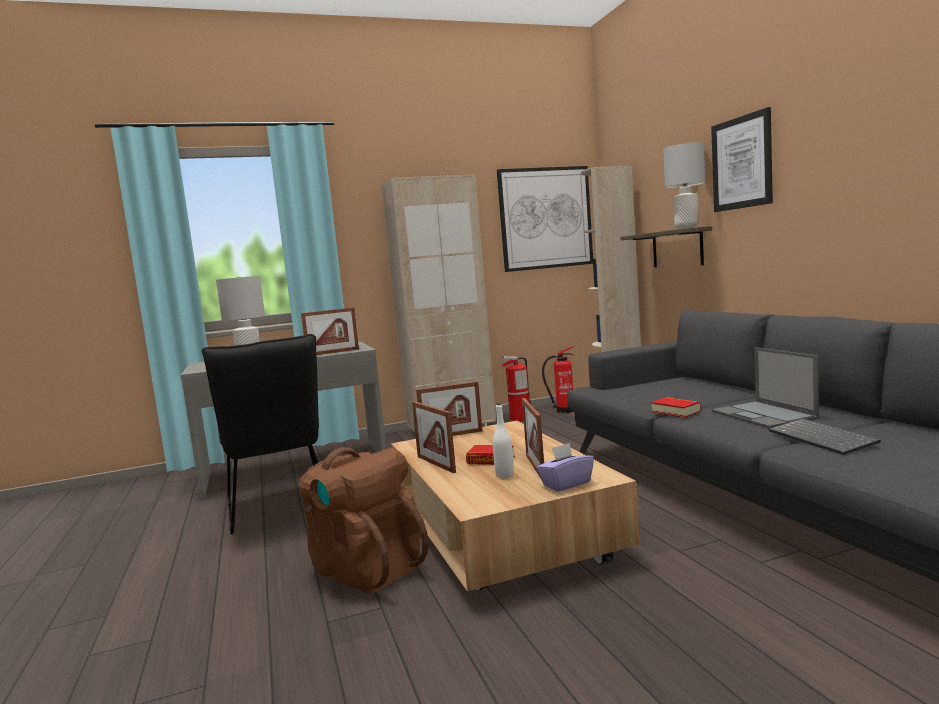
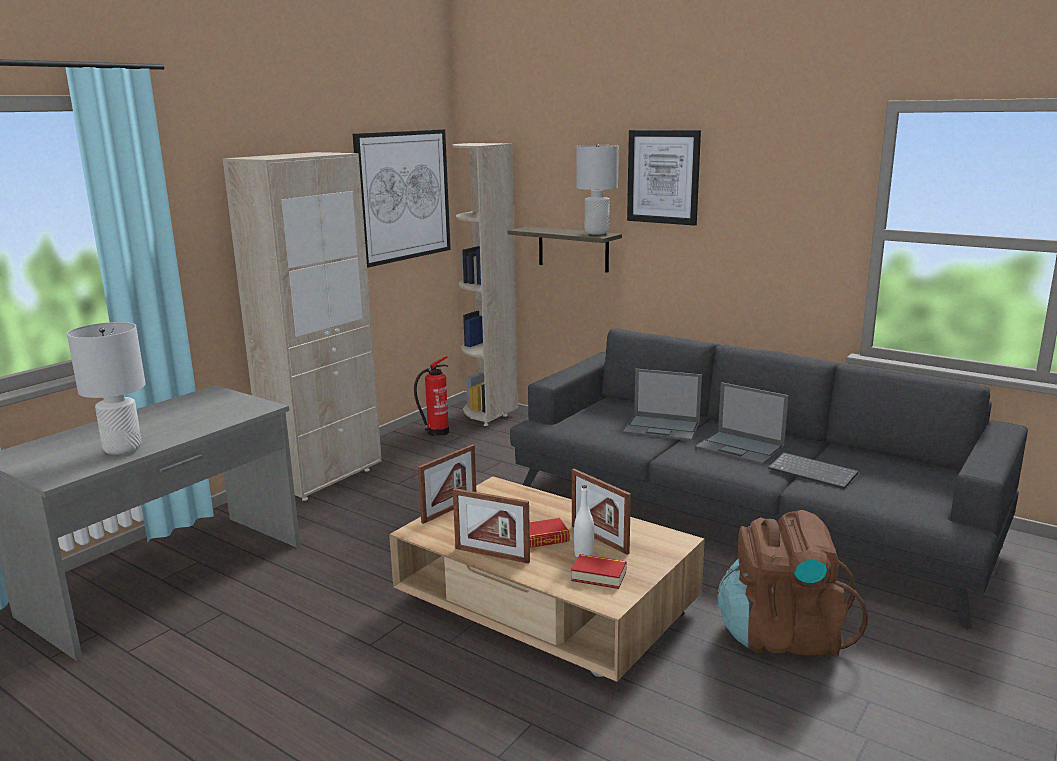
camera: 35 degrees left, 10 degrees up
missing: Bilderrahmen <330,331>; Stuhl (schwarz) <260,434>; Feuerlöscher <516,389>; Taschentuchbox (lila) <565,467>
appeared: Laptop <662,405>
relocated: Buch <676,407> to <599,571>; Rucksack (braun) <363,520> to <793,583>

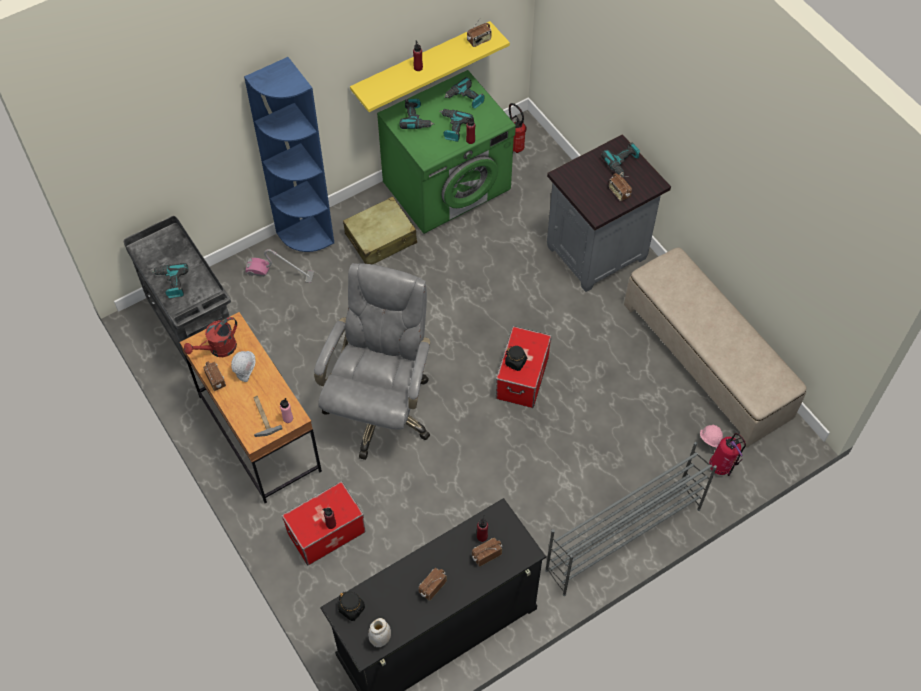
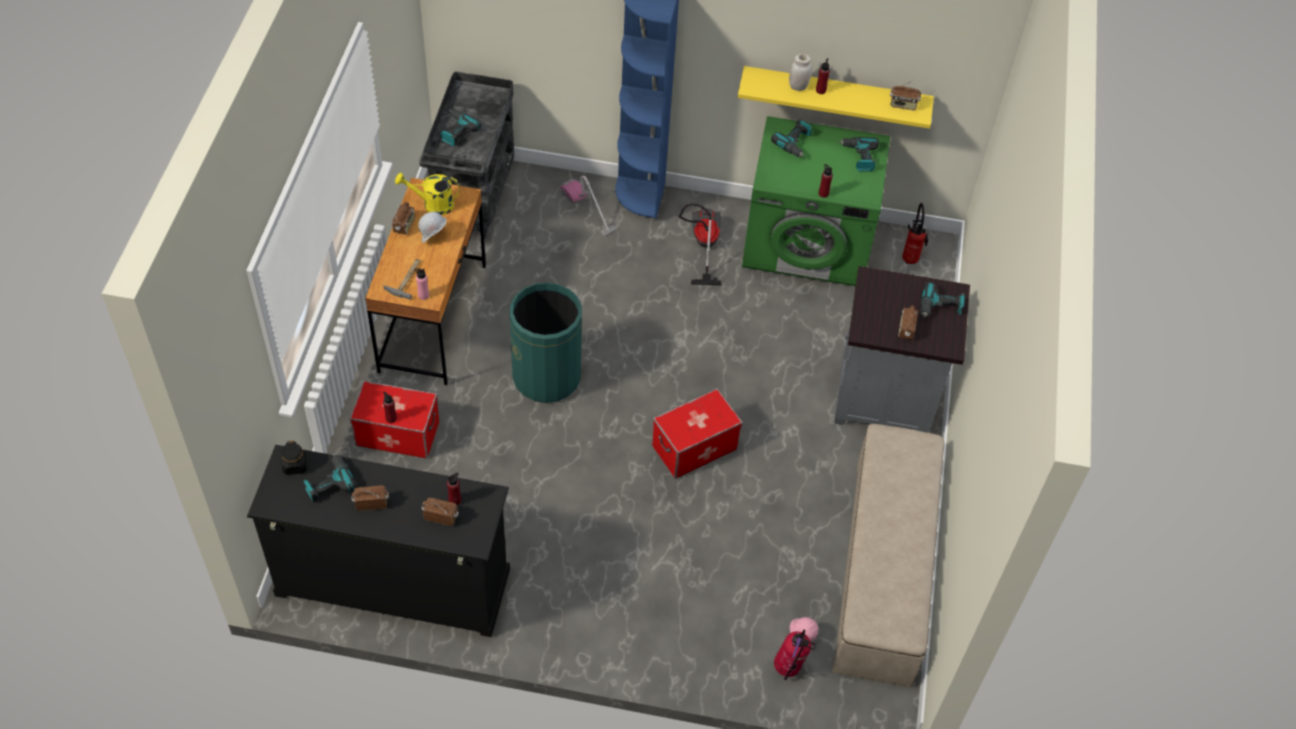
camera: 40 degrees right, 5 degrees down
missing: Vorratsglas (schwarz) <516,358>; Schuhregal (grau) <631,519>
relocated: Bohrmaschine <456,125> to <330,477>; Vorratsglas (weiß) <379,632> to <800,72>
exchanged: Koffer (beige) <380,230> to Staubsauger <700,244>; Bürostuhl (grau) <372,361> to Mülleimer (grün) <546,343>
colour: Gießkanne (rot) <210,337> to Gießkanne (gelb) <427,194>

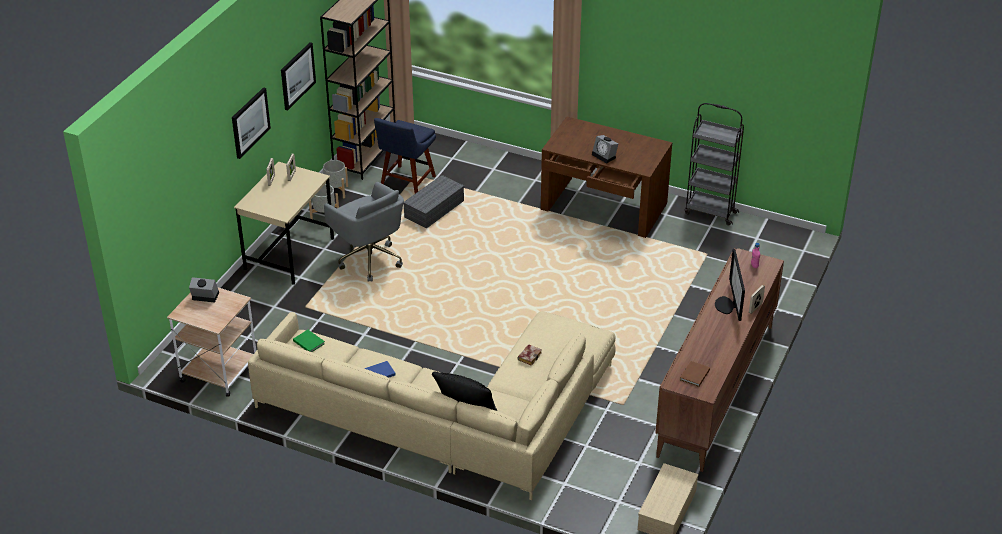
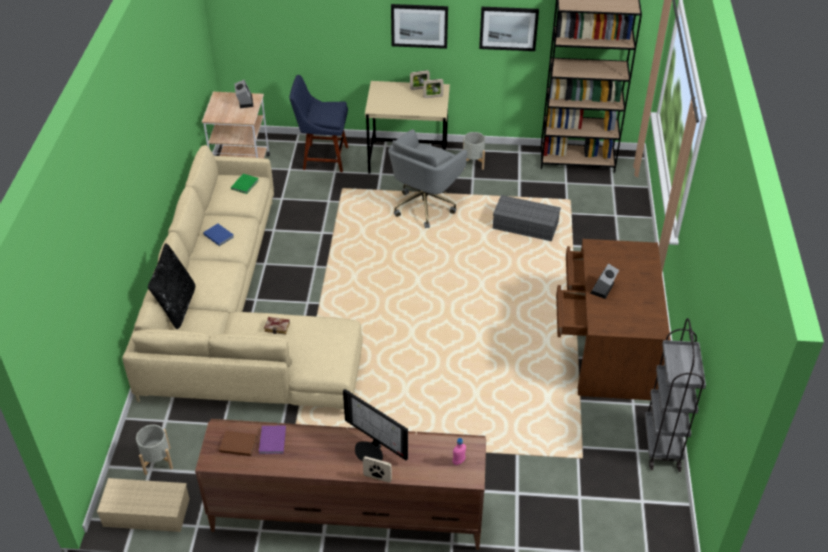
camera: 70 degrees right, 5 degrees up
appeared: Buch (lila) <272,440>
relocated: Stuhl (blau) <405,156> to <318,123>; Pflanzkübel (grau) <335,179> to <154,450>
spun: Monitor <730,285> = <375,425> 120 degrees counterclockwise

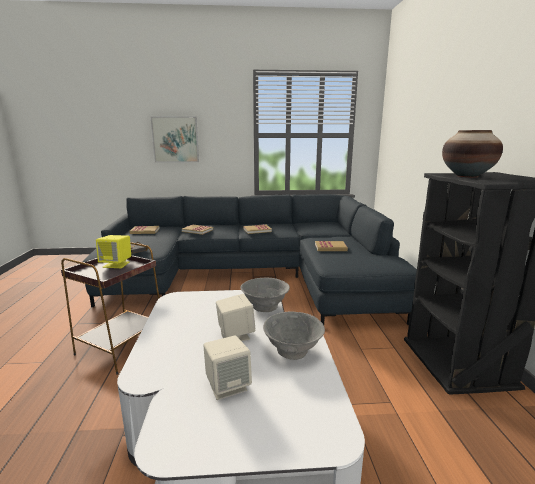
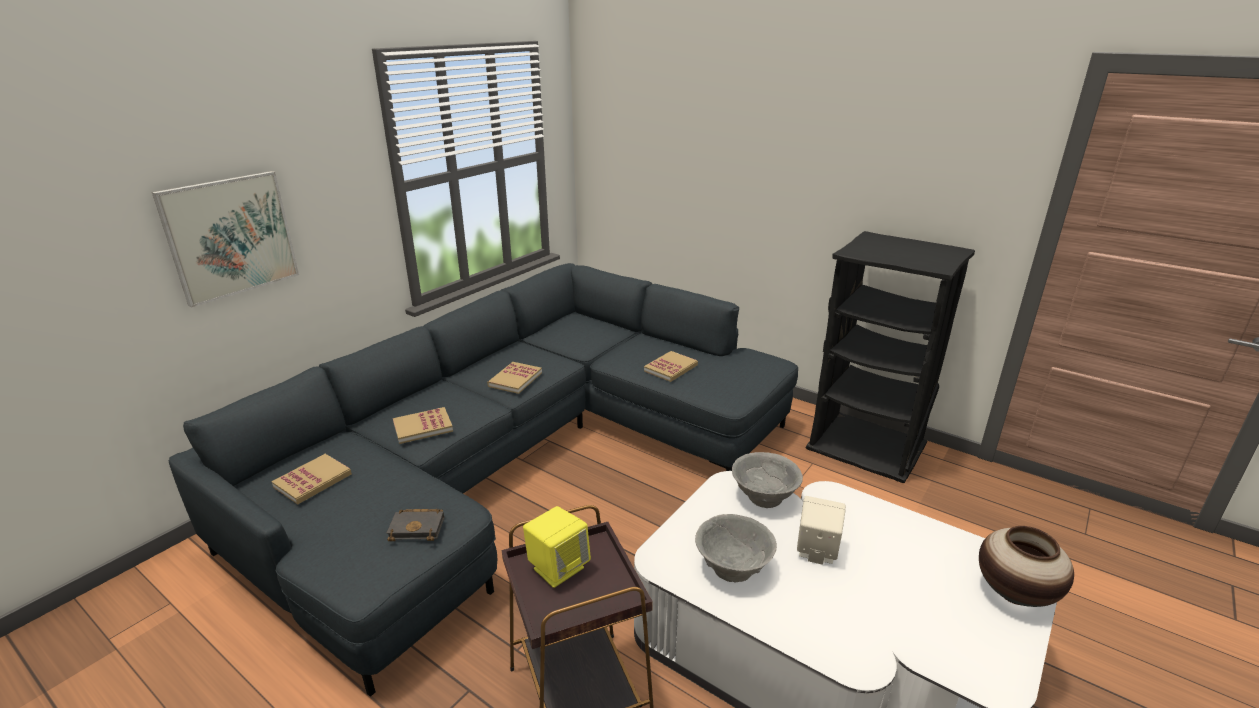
camera: 50 degrees left, 10 degrees up
missing: Lautsprecher (beige) <227,367>
relocated: Vase <472,153> to <1026,566>; Schüssel (grau) <294,335> to <736,548>

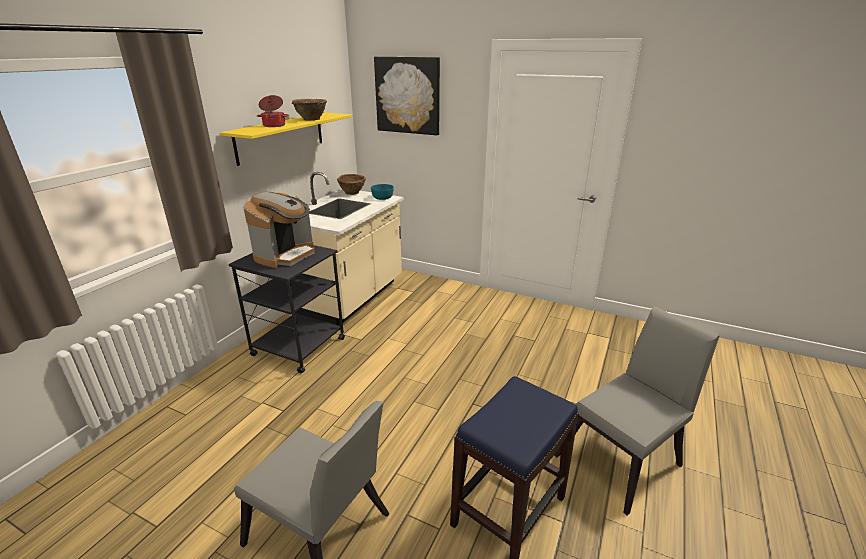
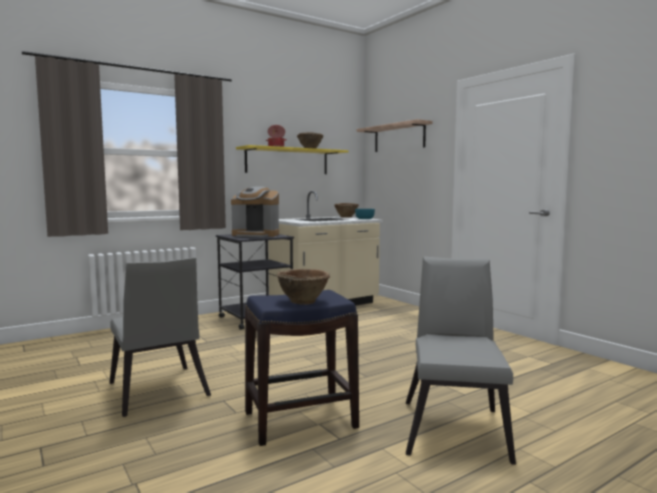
camera: 30 degrees right, 20 degrees down
appeared: Schüssel (braun) <303,287>
exchanged: Bild <407,96> to Wandregal <394,135>
spun: Kaffeemaschine <279,230> = <255,211> 45 degrees clockwise; Stuhl (grau) <637,411> = <461,360> 75 degrees counterclockwise

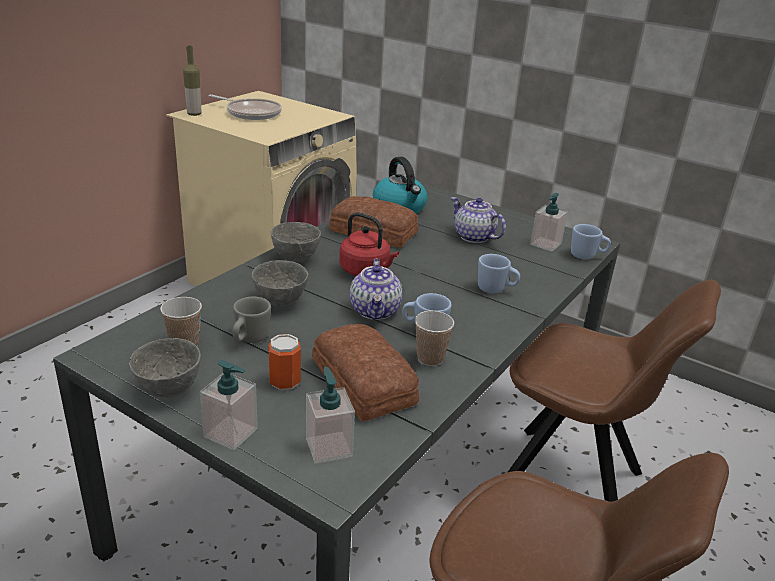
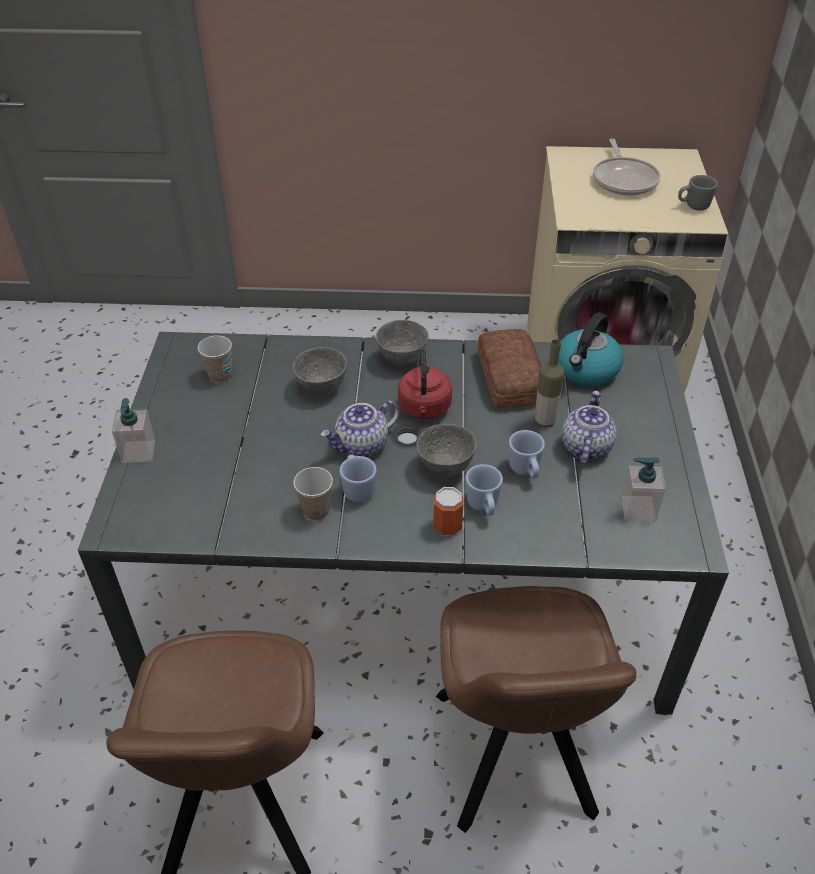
camera: 60 degrees right, 15 degrees up
missing: Brot <365,373>; Seifenspender <330,415>
relocated: Flasche <192,80> to <549,383>; Henkelbecher (blau) <591,242> to <527,454>; Henkelbecher (grau) <252,320> to <698,192>; Dose <284,362> to <448,511>; Schüssel (grau) <165,368> to <446,450>

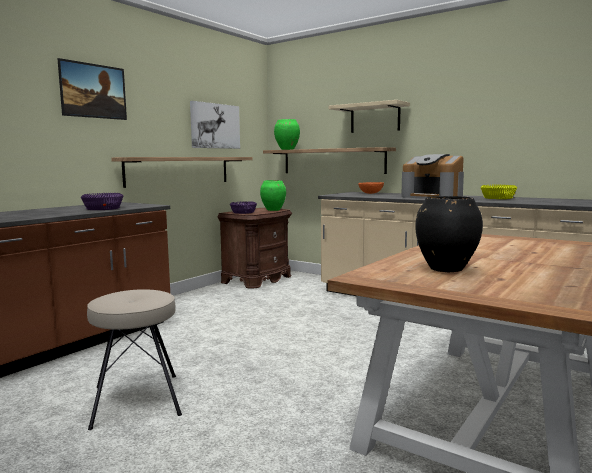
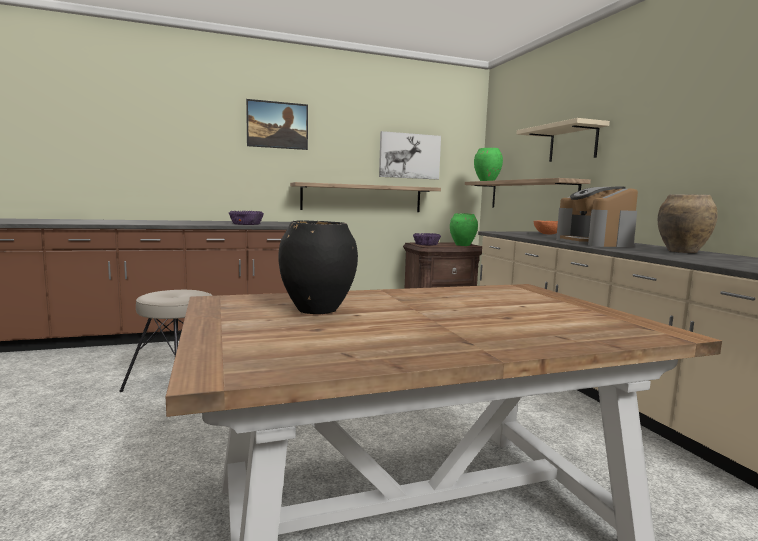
camera: 35 degrees right, 0 degrees up
exchanged: Schüssel (gelb) <499,192> to Vase (braun) <688,223>

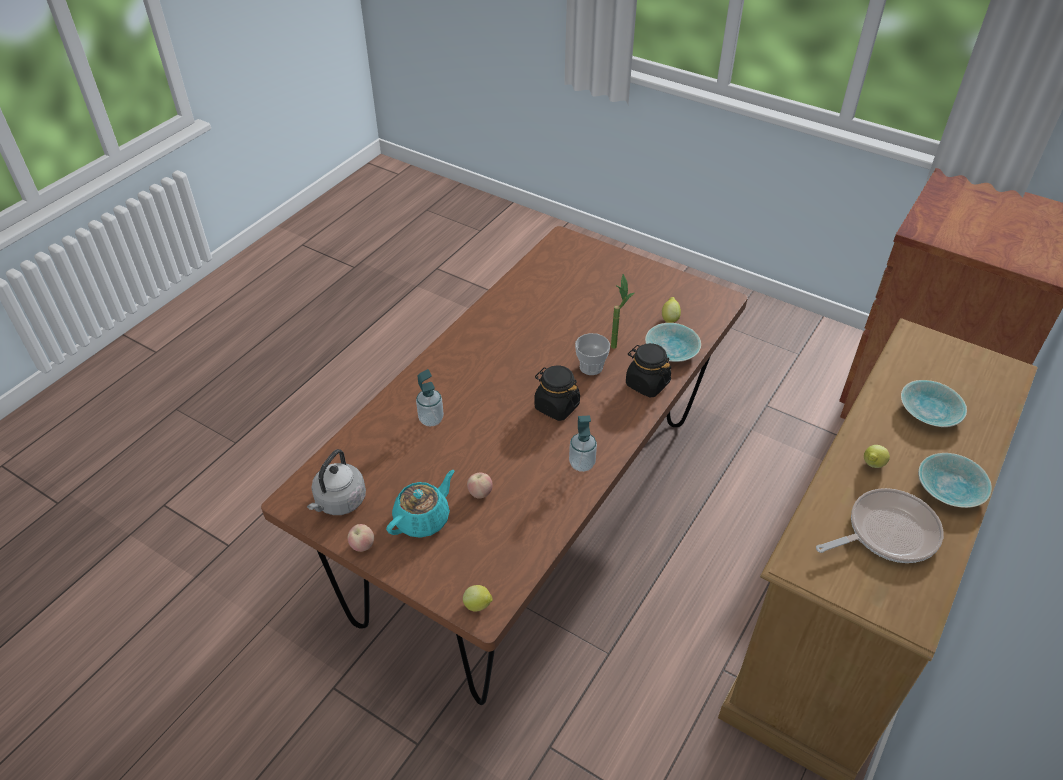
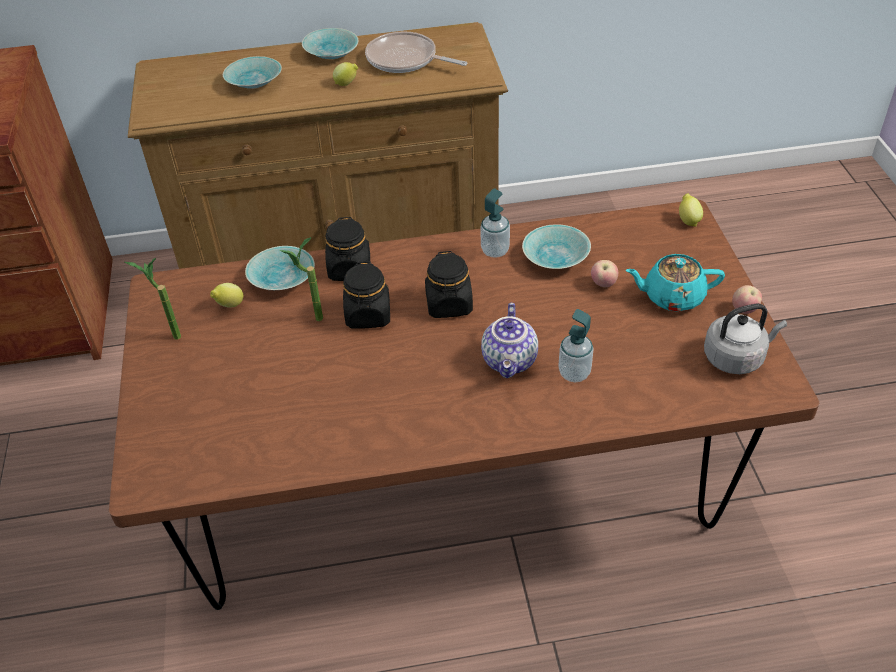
camera: 130 degrees left, 0 degrees up
appeared: Schüssel (türkis) <556,246>; Topfpflanze <153,299>; Teekanne <509,340>
exchanged: Tasse <592,354> to Vorratsglas (schwarz) <366,295>

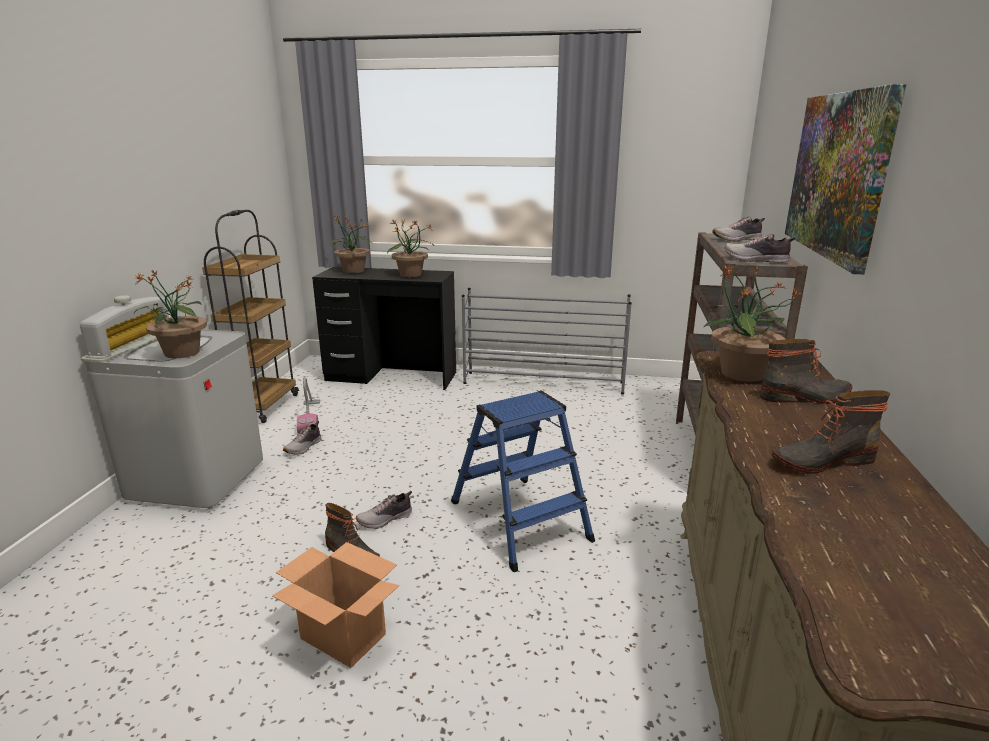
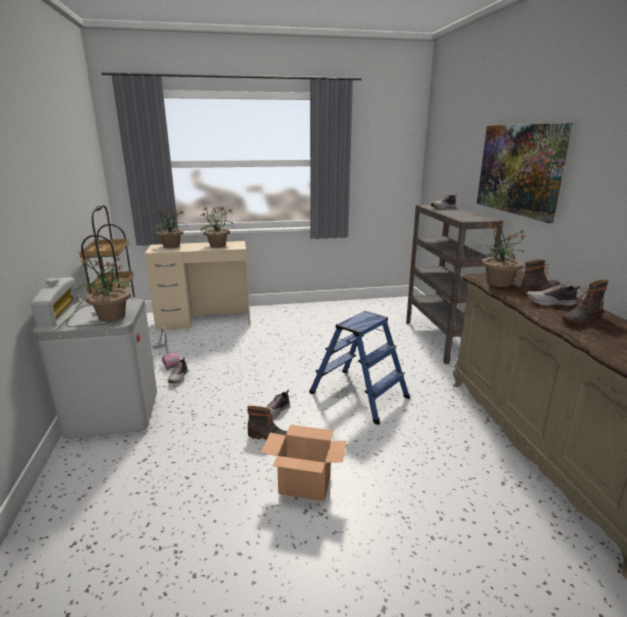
camera: 20 degrees left, 0 degrees up
missing: Schuhregal (grau) <547,341>
relocated: Schuh <760,248> to <553,295>
colour: Schreibtisch (schwarz) <384,328> to Schreibtisch (beige) <197,286>

